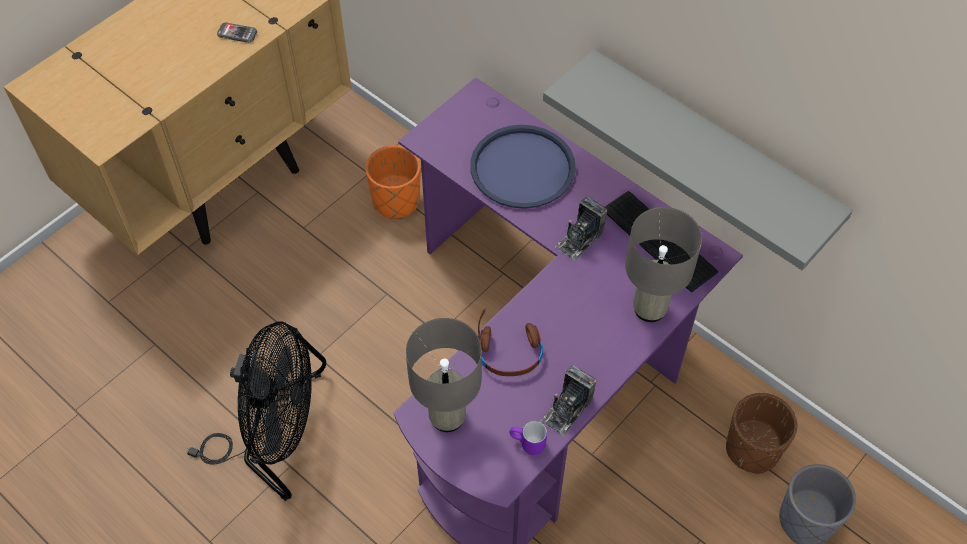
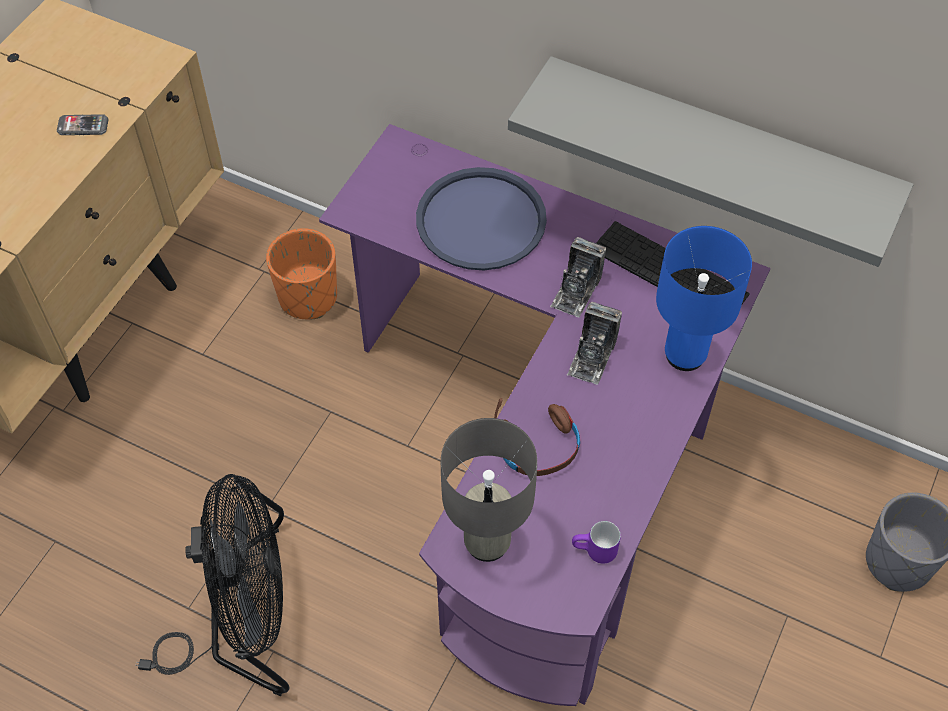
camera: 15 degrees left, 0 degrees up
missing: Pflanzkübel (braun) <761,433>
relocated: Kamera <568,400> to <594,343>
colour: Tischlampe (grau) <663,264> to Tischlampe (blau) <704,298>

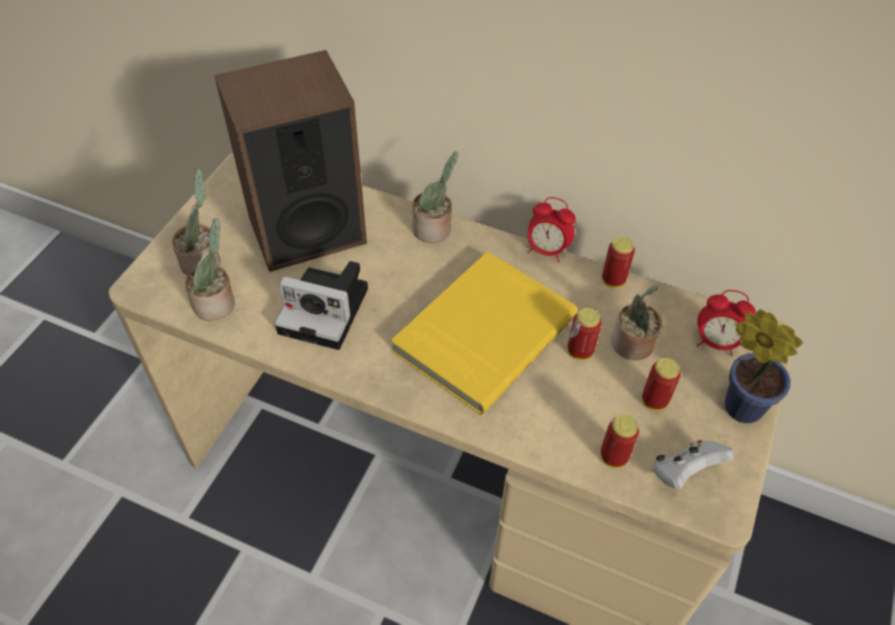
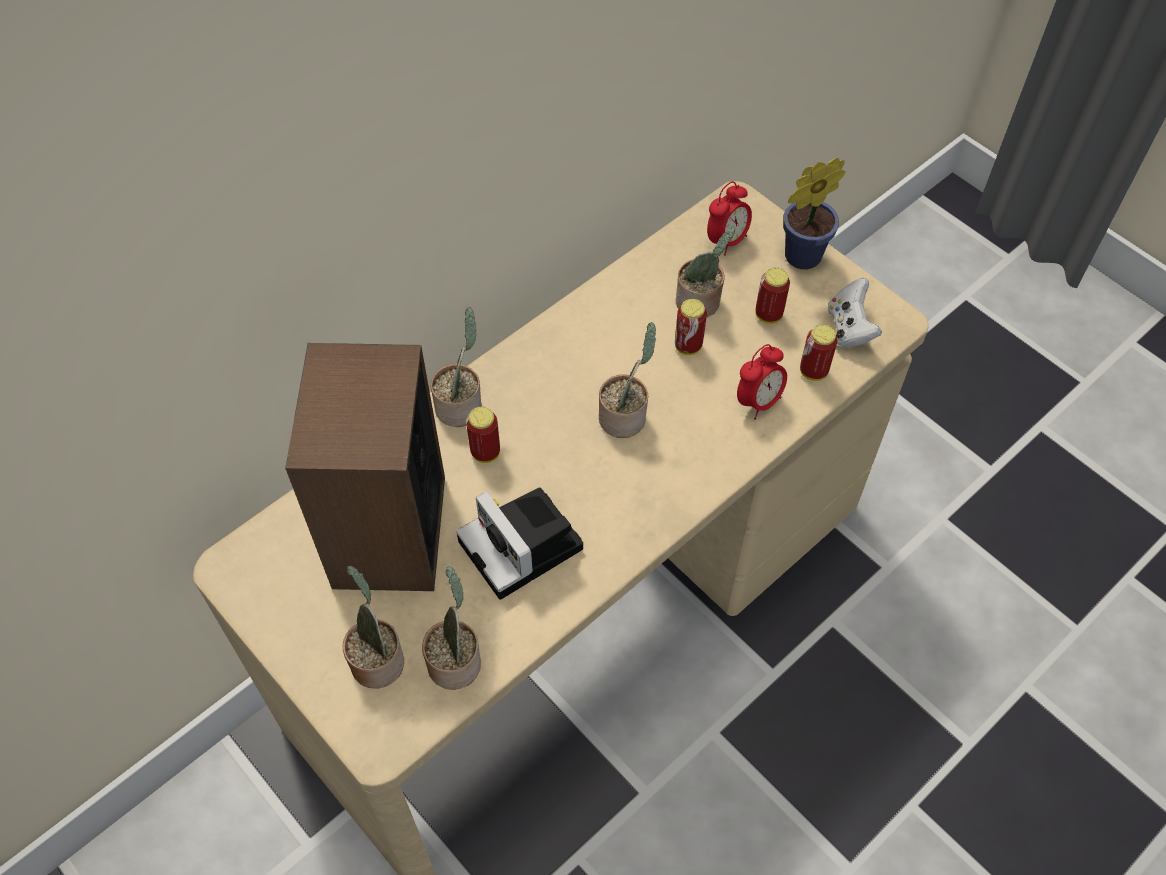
camera: 65 degrees left, 5 degrees up
relocated: Wecker <552,229> to <762,382>; Dose <618,262> to <483,435>
exchanged: Buch (gelb) <484,333> to Topfpflanze <627,380>
spun: Kamera <321,305> = <519,543> 105 degrees clockwise

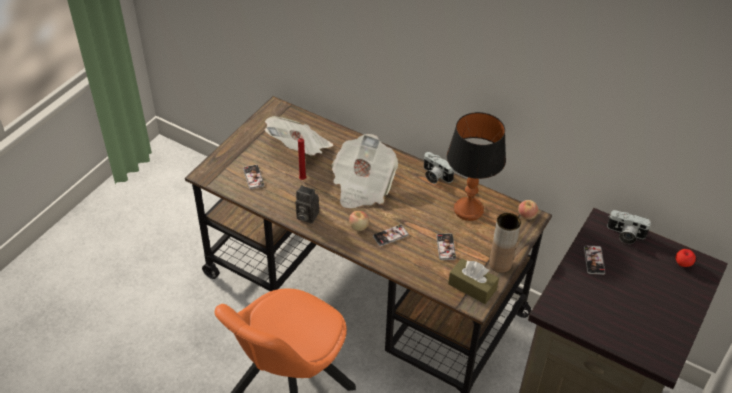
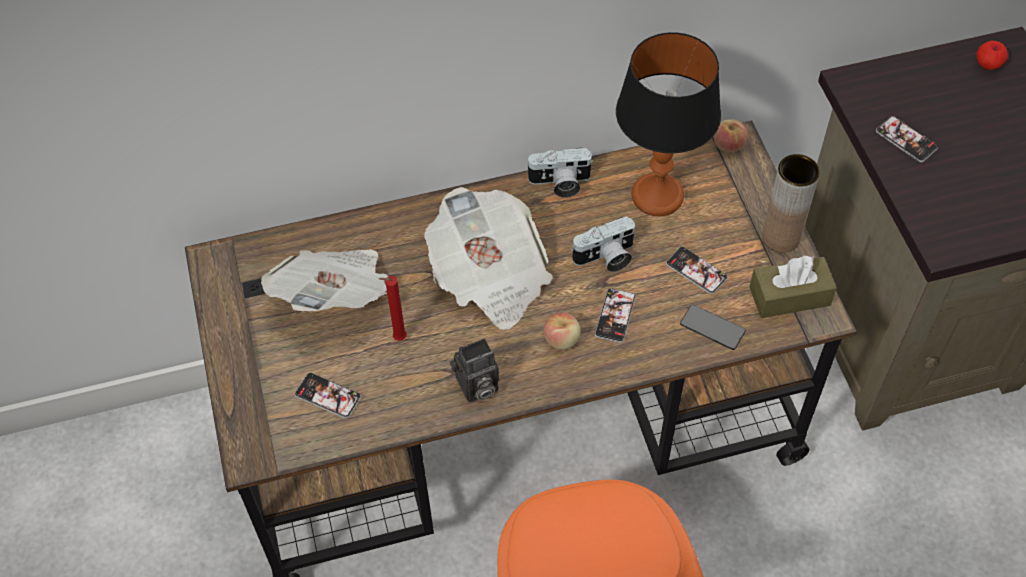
camera: 45 degrees left, 10 degrees up
appeared: Handy <713,327>
relocated: Kamera <629,227> to <603,244>

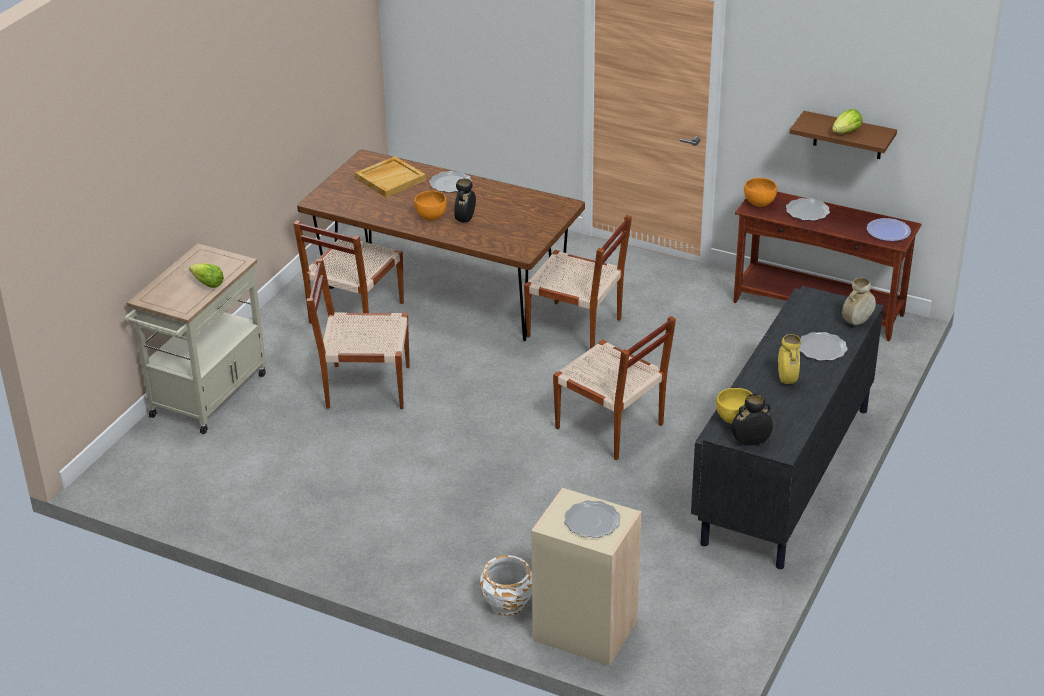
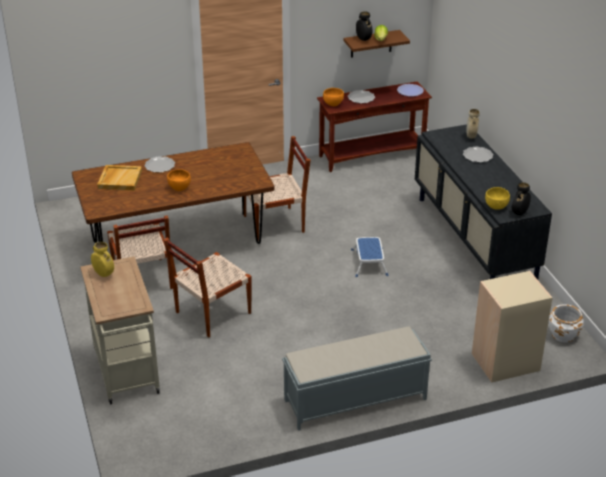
camera: 45 degrees left, 0 degrees up
missing: Salatkopf <206,275>; Teller <592,519>
appeared: Bank (grau) <357,379>
relocated: Vase (schwarz) <465,200> to <364,26>; Vase (gelb) <789,359> to <102,259>; Pflanzkübel (weiß) <506,585> to <566,323>
exchanged: Stuhl <614,388> to Trittleiter (blau) <370,257>

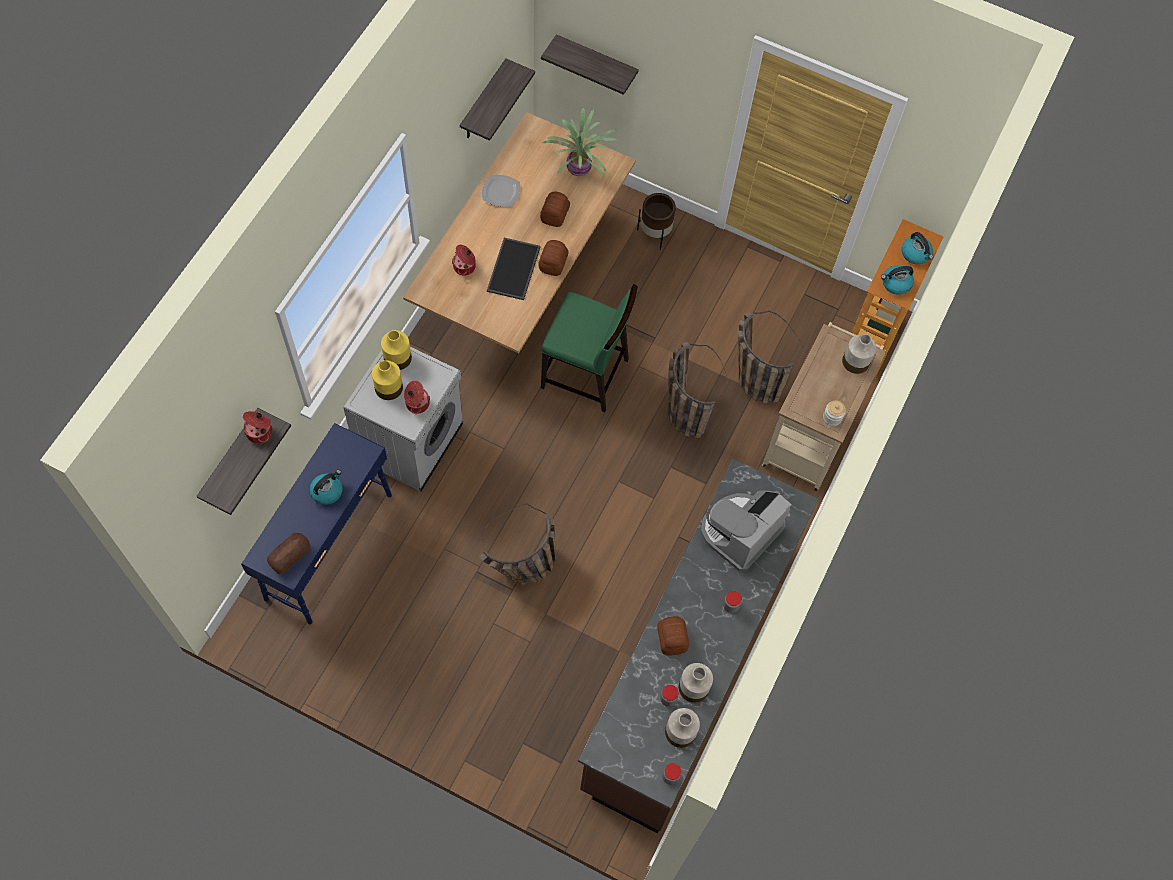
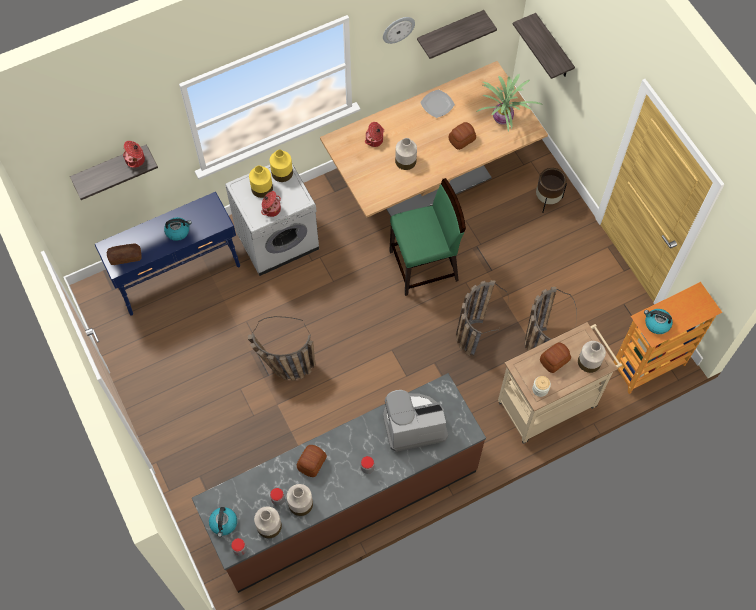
camera: 40 degrees right, 0 degrees up
appeared: Wanduhr <399,30>
relocated: Wasserkessel <917,248> to <223,522>; Brot <553,258> to <555,357>
exchanged: Tablett <514,269> to Vase (beige) <406,154>
spun: Stuhl (grün) <589,348> = <427,237> 75 degrees counterclockwise

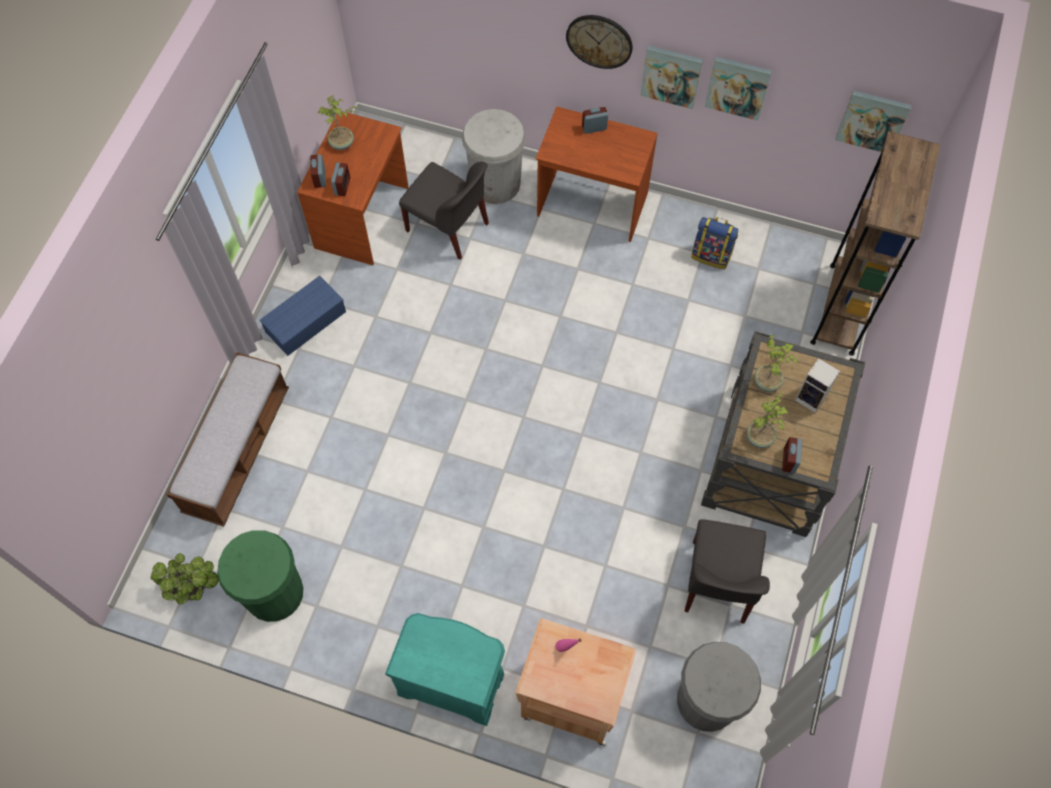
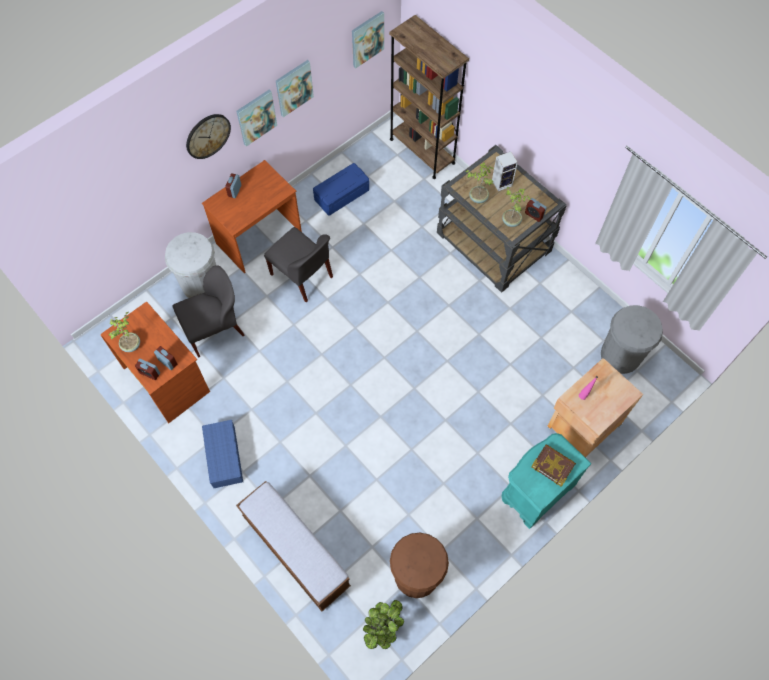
camera: 60 degrees left, 0 degrees up
appeared: Buch <553,465>
relocated: Stuhl (grau) <727,571> to <298,264>
exchanged: Rucksack <714,243> to Aufbewahrungsbox (blau) <341,189>
colour: Mülleimer (grün) <260,576> to Mülleimer (braun) <419,565>

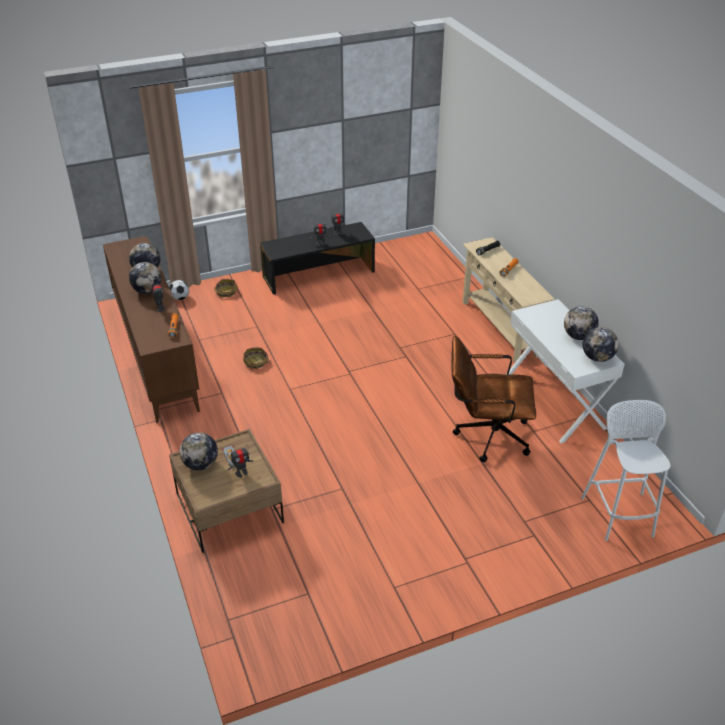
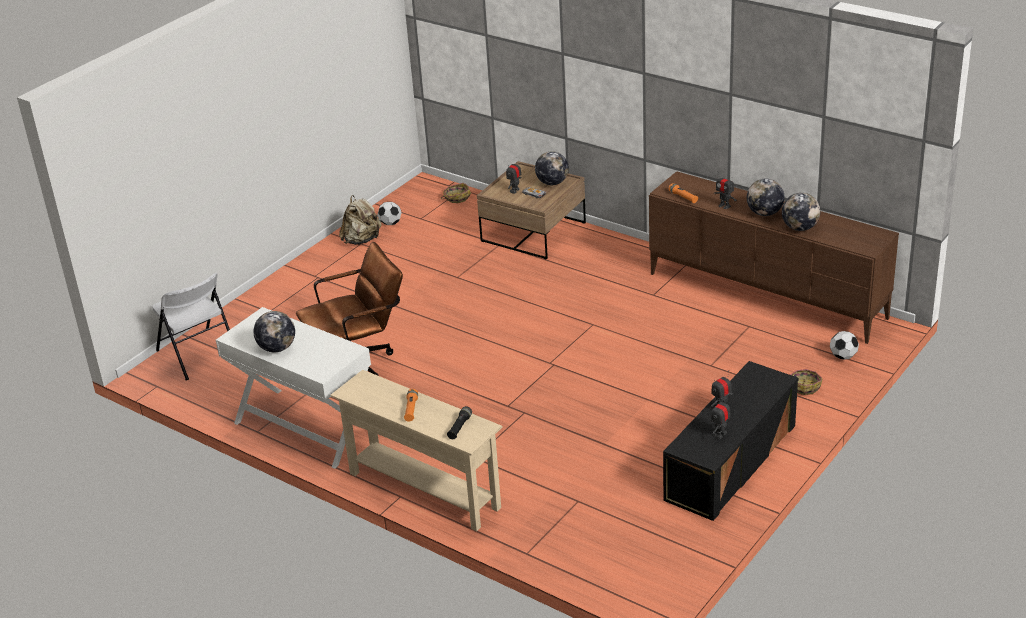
camera: 150 degrees right, 5 degrees down
missing: Globus <600,344>
appeared: Rucksack (beige) <360,220>; Fußball <389,213>
relocated: Korb <257,358> to <456,193>
exchanged: Hocker (weiß) <625,470> to Stuhl (weiß) <191,326>

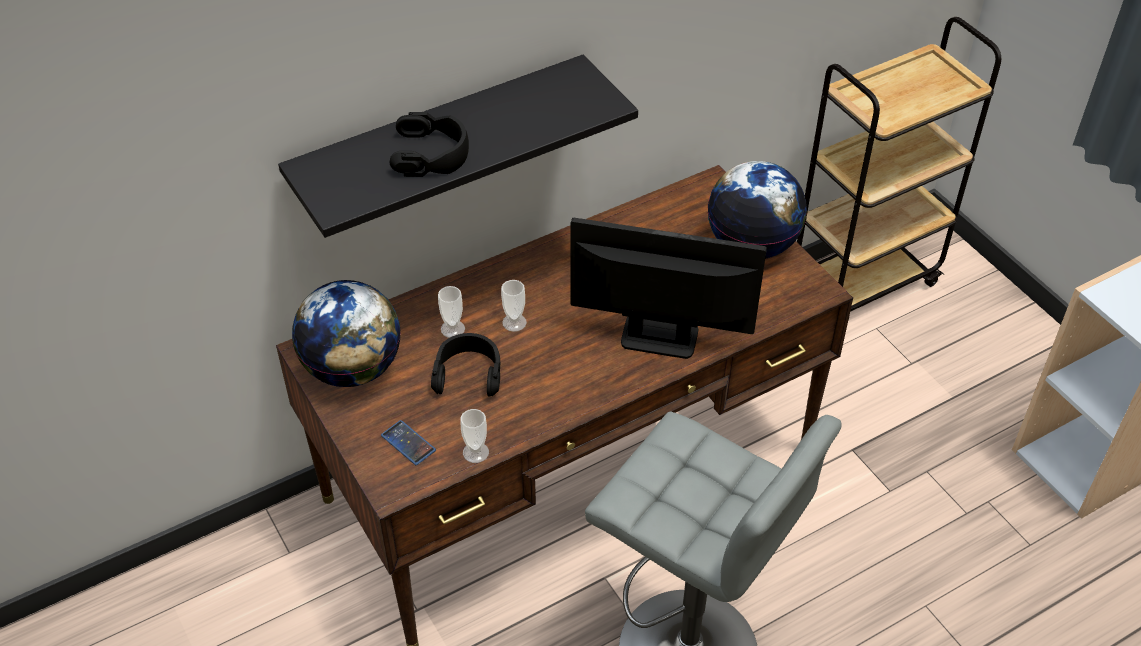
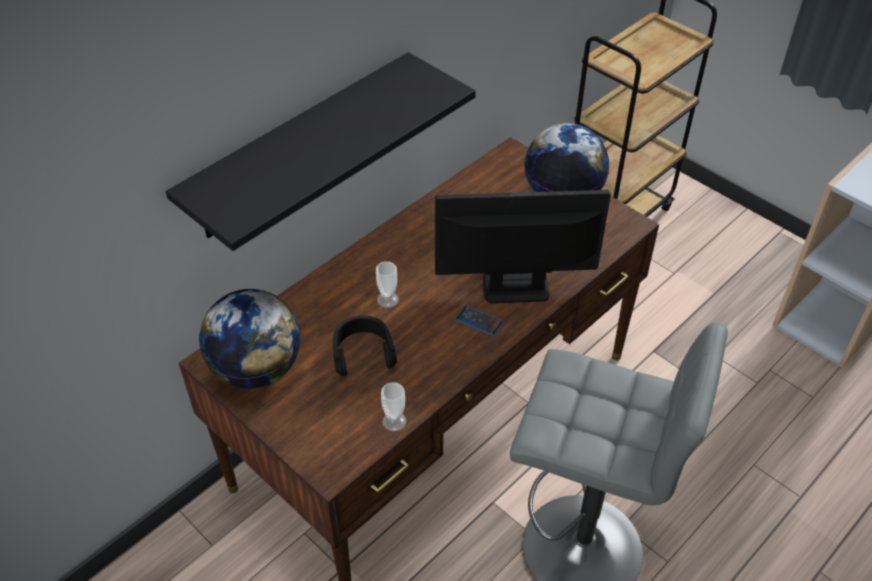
camera: 15 degrees left, 0 degrees up
missing: Kopfhörer (schwarz) <429,144>; Tasse <451,312>
relocated: Handy <408,442> to <479,321>

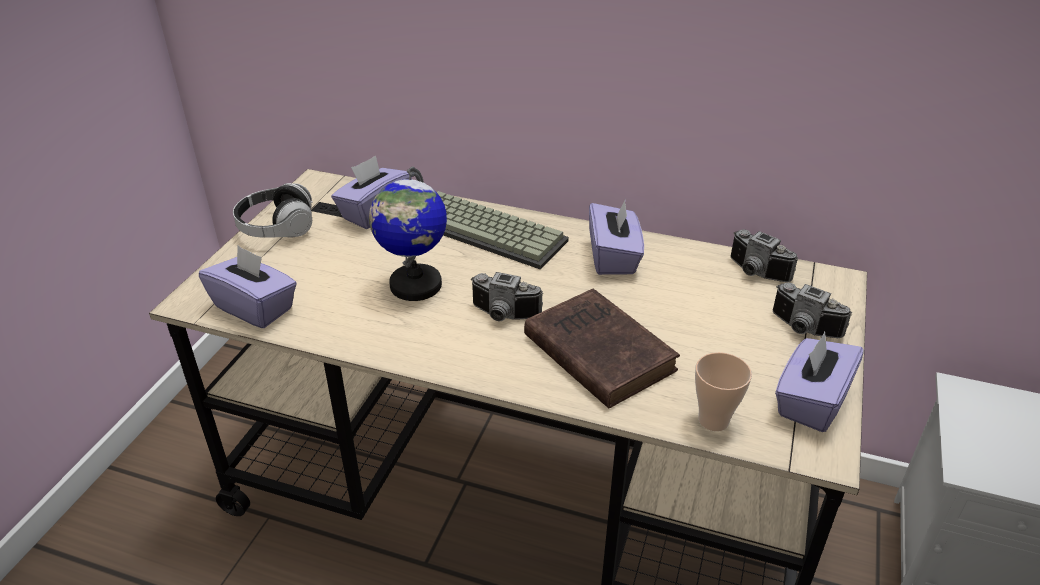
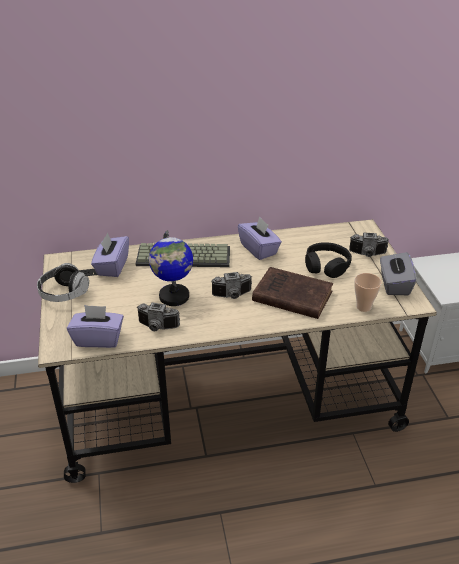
camera: 30 degrees left, 0 degrees up
appeared: Kopfhörer (schwarz) <328,260>
relocated: Kamera <764,255> to <158,316>
colour: Taschentuchbox (lila) <819,382> to Taschentuchbox (grau) <398,273>

